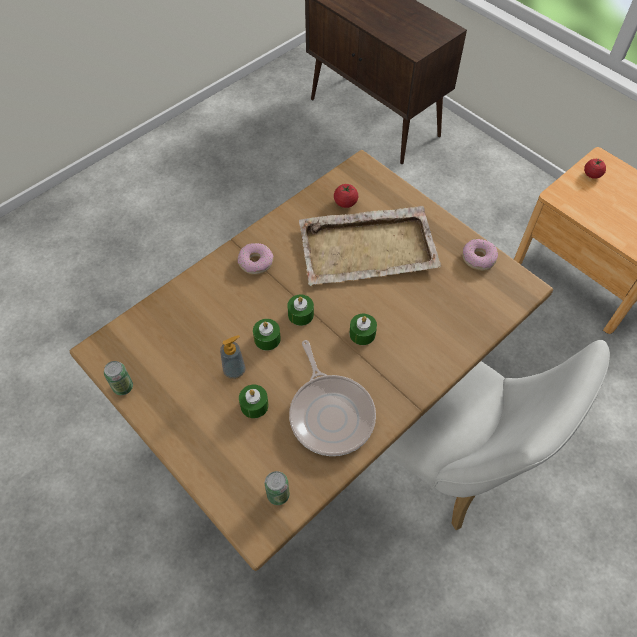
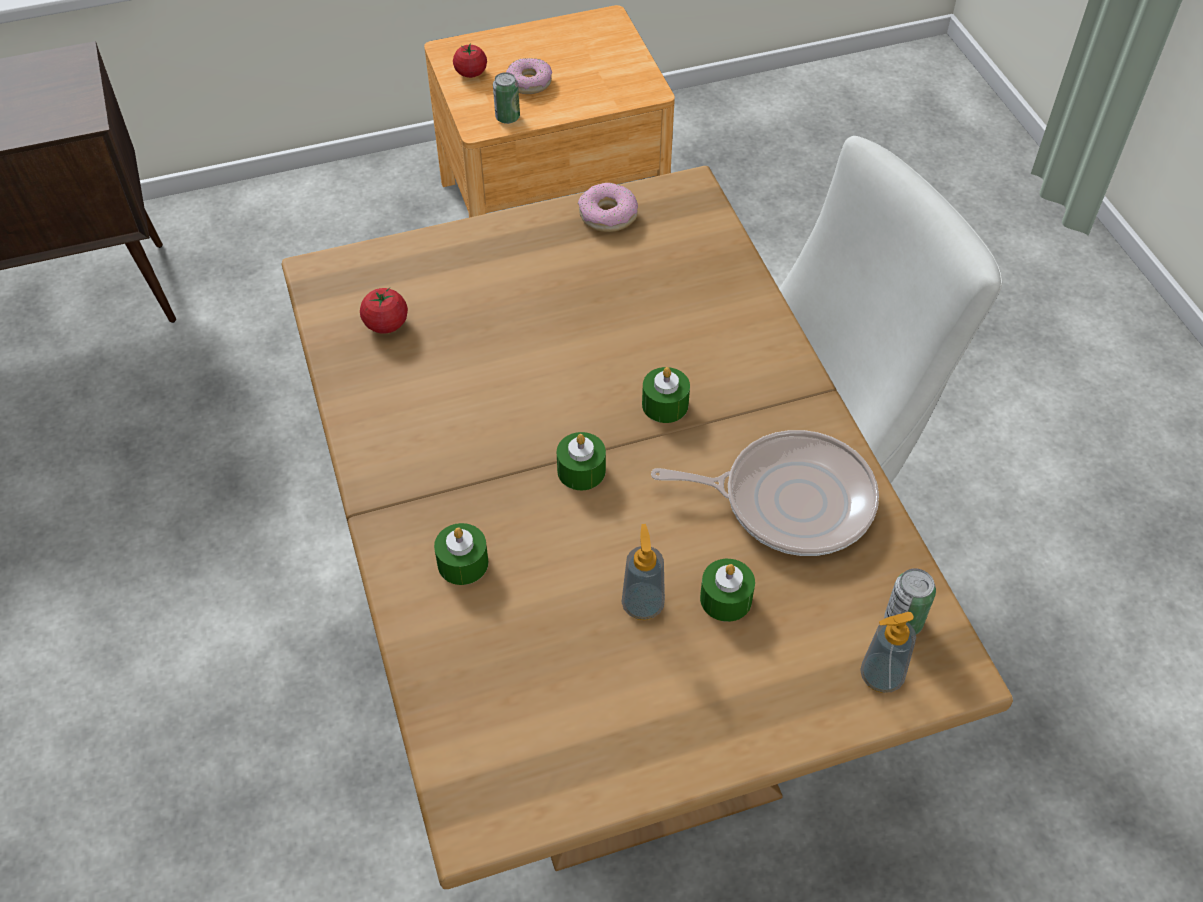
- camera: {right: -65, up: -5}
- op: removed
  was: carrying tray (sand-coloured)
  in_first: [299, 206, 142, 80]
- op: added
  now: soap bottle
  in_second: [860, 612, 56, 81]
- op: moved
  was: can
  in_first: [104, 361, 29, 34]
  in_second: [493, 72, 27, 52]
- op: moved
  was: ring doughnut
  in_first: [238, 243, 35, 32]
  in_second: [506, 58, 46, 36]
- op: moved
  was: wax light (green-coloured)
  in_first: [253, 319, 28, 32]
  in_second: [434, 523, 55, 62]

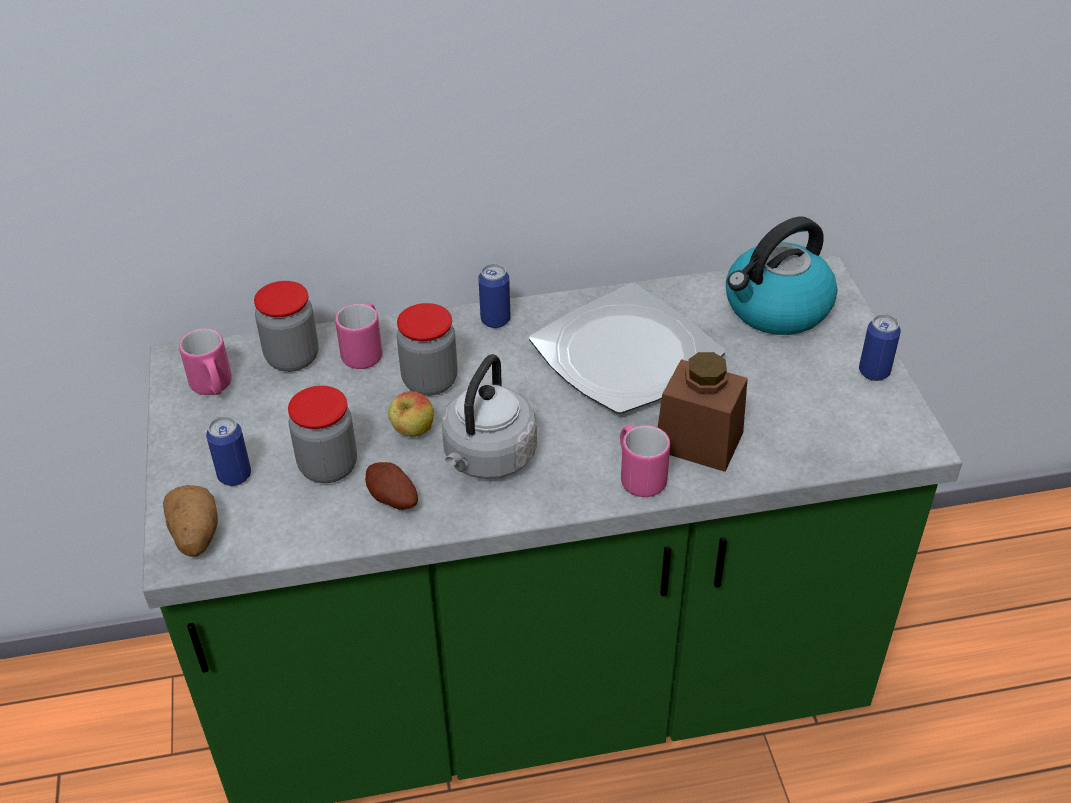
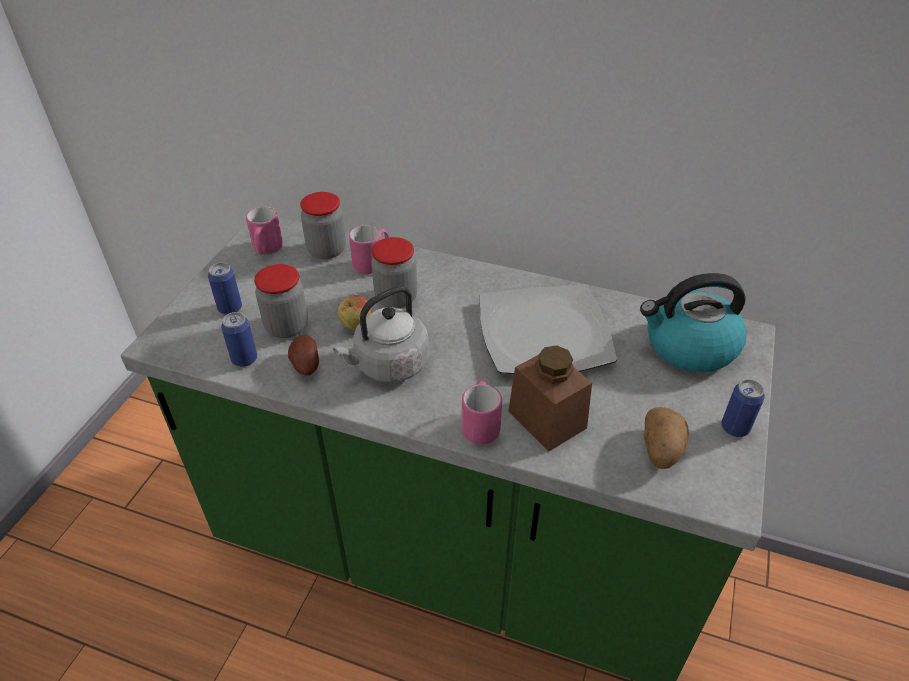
- camera: {right: 30, up: 0}
- op: moved
  was: whole potato
  in_first: [163, 485, 55, 72]
  in_second: [644, 407, 45, 62]
- op: moved
  was: can
  in_first: [478, 263, 33, 65]
  in_second: [221, 312, 36, 55]

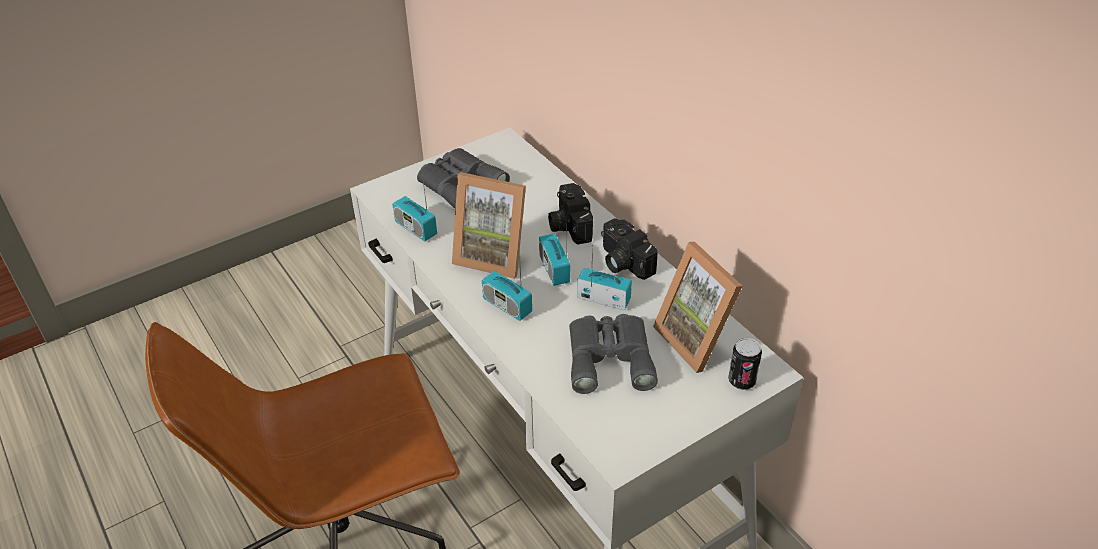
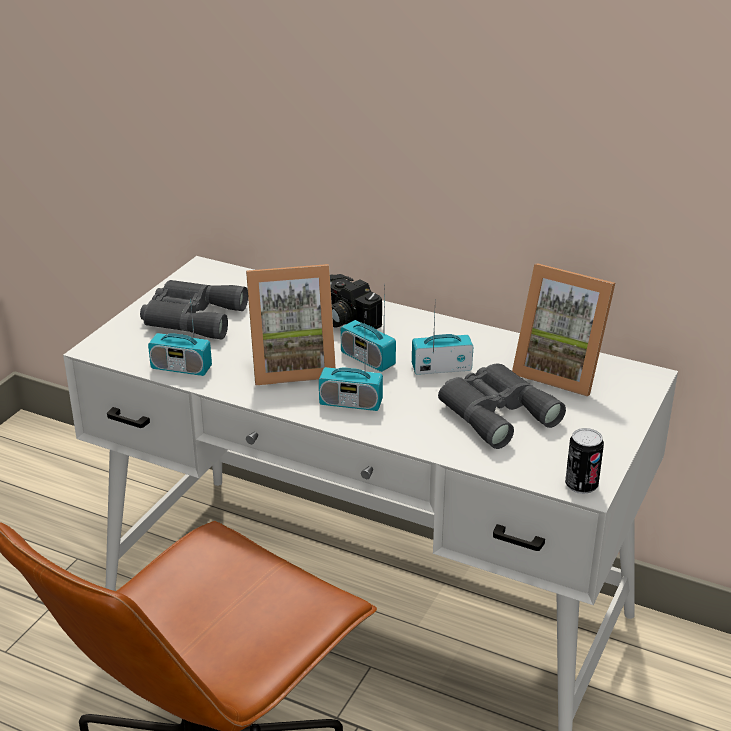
- camera: {right: -30, up: -10}
- op: removed
  was: photo camera
  in_first: [601, 218, 57, 62]
- op: moved
  was: can
  in_first: [728, 338, 34, 52]
  in_second: [565, 428, 39, 66]

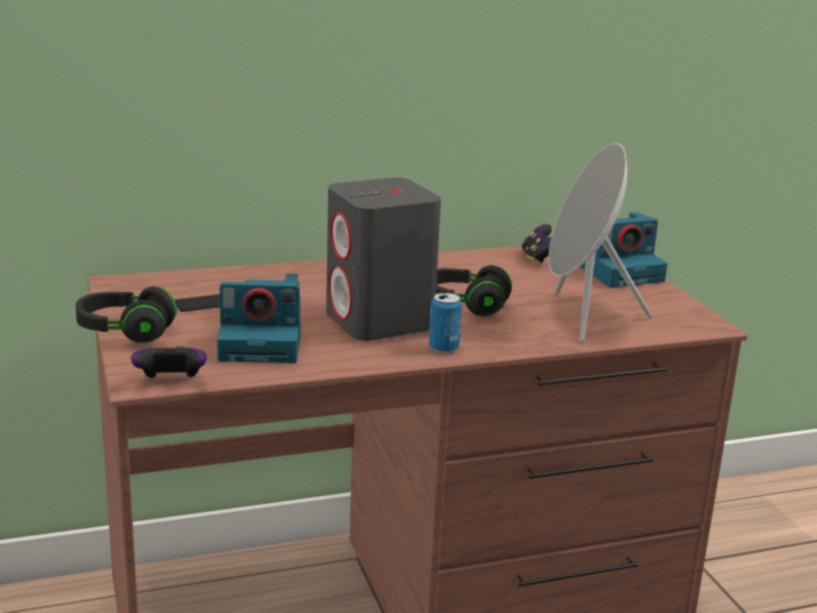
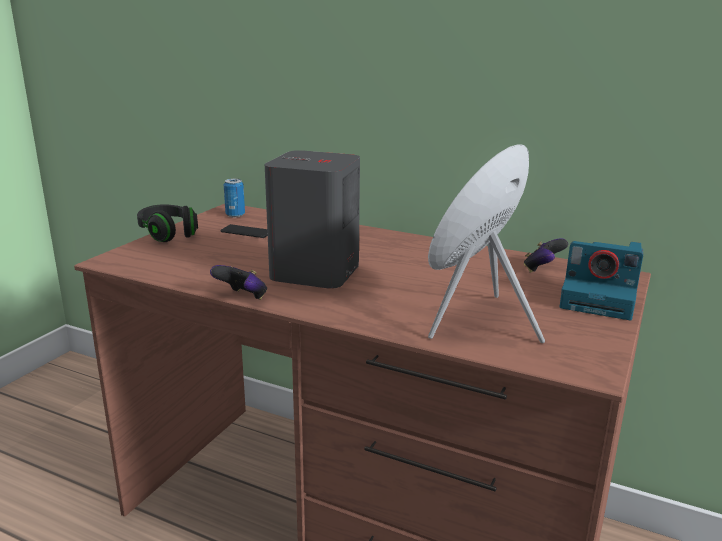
- camera: {right: 45, up: 0}
- op: removed
  was: photo camera
  in_first: [217, 274, 84, 89]
- op: removed
  was: headset (black)
  in_first: [436, 265, 76, 51]
- op: moved
  was: joypad
  in_first: [131, 344, 76, 34]
  in_second: [210, 265, 57, 35]
- op: moved
  was: can
  in_first: [429, 292, 33, 61]
  in_second: [224, 179, 21, 38]

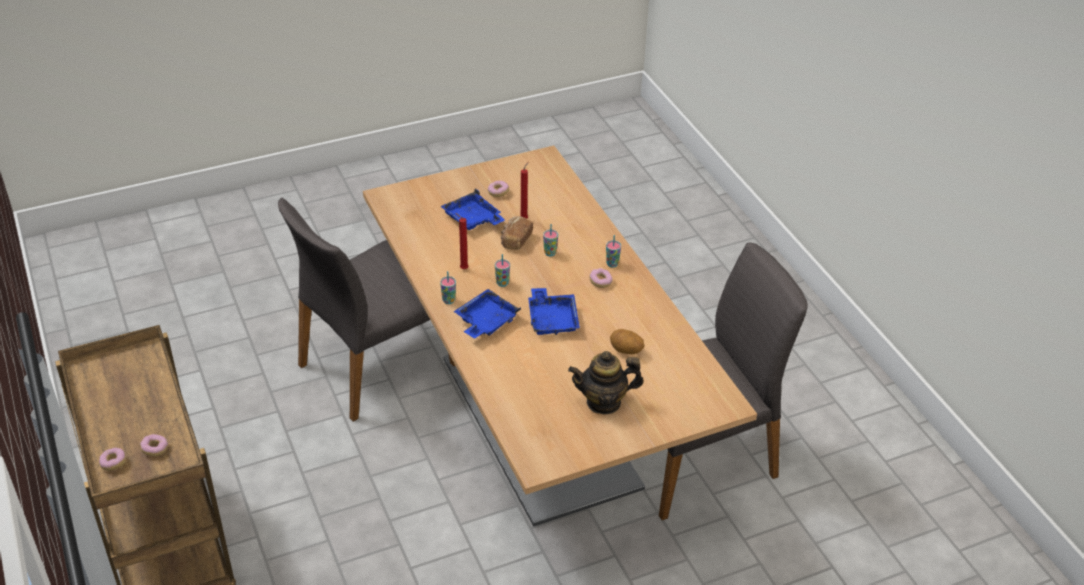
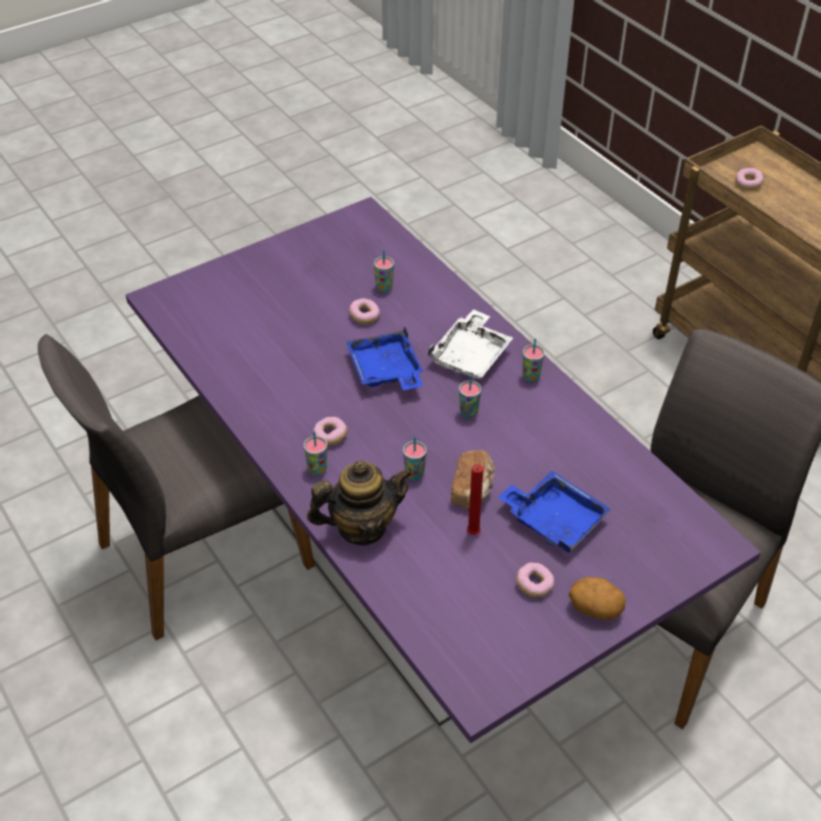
- camera: {right: 170, up: 5}
- op: removed
  was: wax light (red-coloured)
  in_first: [455, 213, 13, 56]
- op: added
  now: small cup
  in_second: [374, 249, 20, 43]
- op: moved
  was: ring doughnut
  in_first: [99, 448, 27, 23]
  in_second: [349, 298, 31, 26]
- op: moved
  was: teapot
  in_first: [568, 351, 76, 64]
  in_second: [307, 460, 106, 86]
- op: moved
  was: whole potato
  in_first: [610, 329, 35, 25]
  in_second: [569, 577, 57, 43]
- op: recoloured
  was: kitchen table (sand-coloured)
  now: kitchen table (purple-coloured)
  in_first: [363, 146, 394, 380]
  in_second: [126, 197, 635, 546]
- op: recoloured
  was: carrying tray (blue-coloured)
  now: carrying tray (whitish)
  in_first: [454, 289, 67, 50]
  in_second: [428, 309, 85, 70]

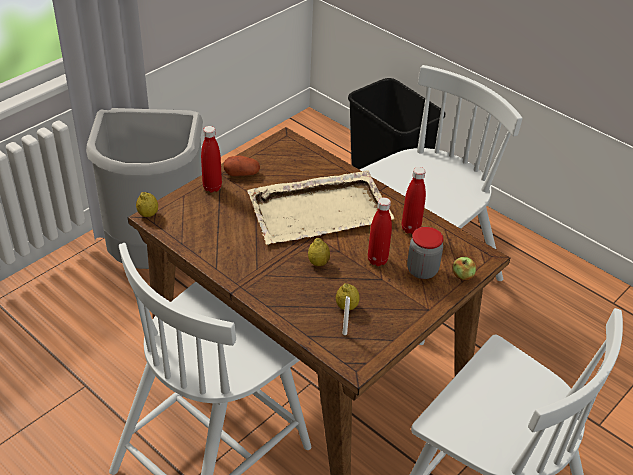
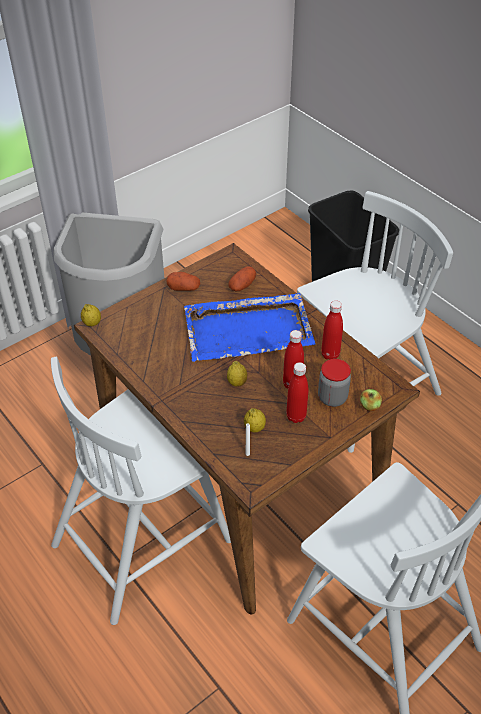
- camera: {right: 10, up: 5}
- op: added
  now: whole potato
  in_second: [229, 266, 27, 25]
- op: moved
  was: drink bottle (red-coloured)
  in_first: [201, 126, 21, 66]
  in_second: [286, 362, 22, 61]
- op: recoloured
  was: carrying tray (sand-coloured)
  now: carrying tray (blue-coloured)
  in_first: [247, 170, 148, 75]
  in_second: [184, 293, 131, 69]

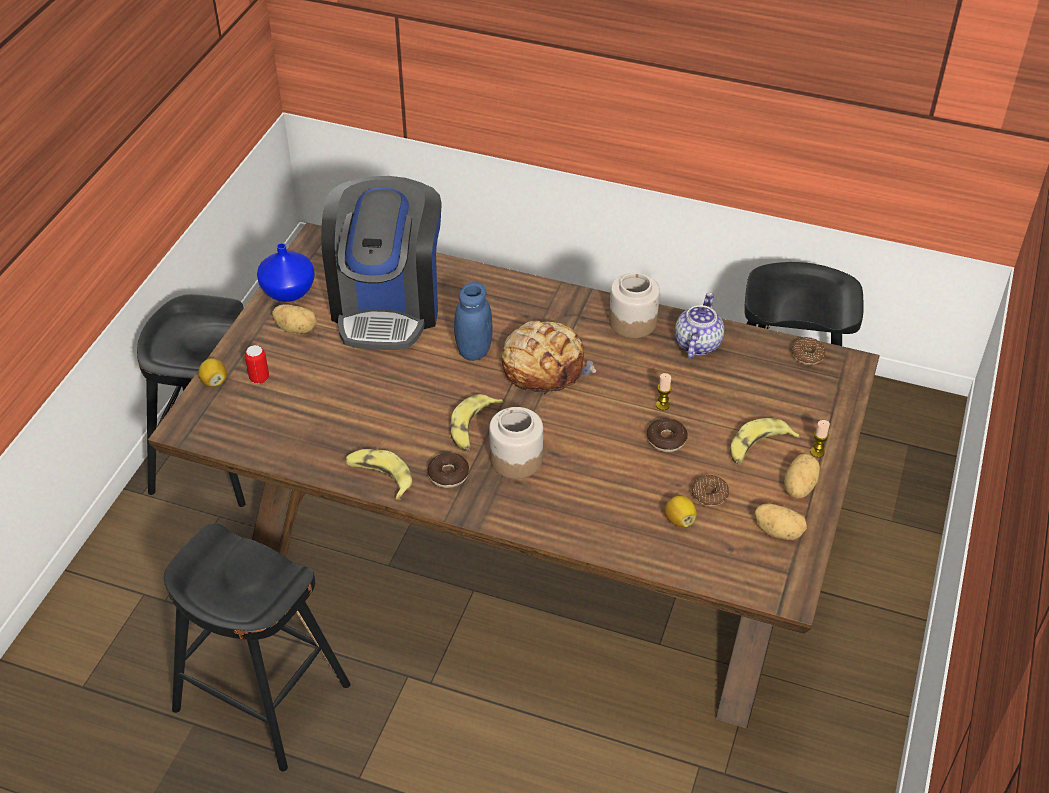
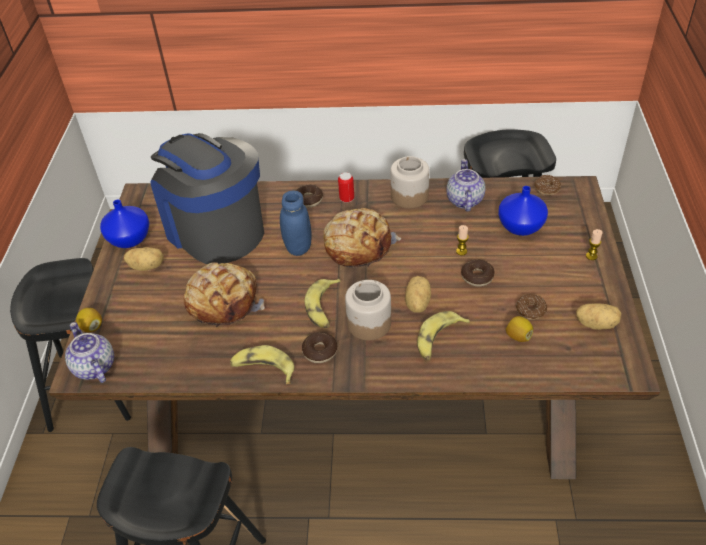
- camera: {right: -15, up: 0}
- op: added
  now: teapot
  in_second: [65, 322, 49, 61]
- op: added
  now: bakery bread
  in_second: [184, 262, 81, 65]
- op: added
  now: ring doughnut
  in_second: [296, 185, 27, 23]
- op: added
  now: decorative vase (blue-coloured)
  in_second: [498, 186, 50, 50]
- op: moved
  was: can
  in_first: [245, 345, 24, 39]
  in_second: [338, 172, 16, 31]
- op: moved
  was: banana fruit
  in_first: [730, 418, 70, 47]
  in_second: [417, 311, 53, 49]
- op: moved
  was: whole potato
  in_first: [784, 454, 36, 44]
  in_second: [405, 276, 26, 37]
- op: turned
  was: coffee machine
  in_first: [321, 176, 121, 174]
  in_second: [150, 133, 114, 131]
  clockwise: 150

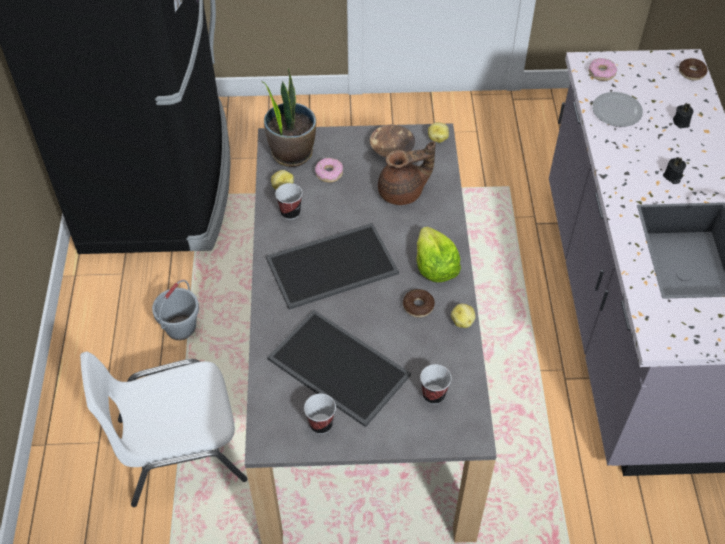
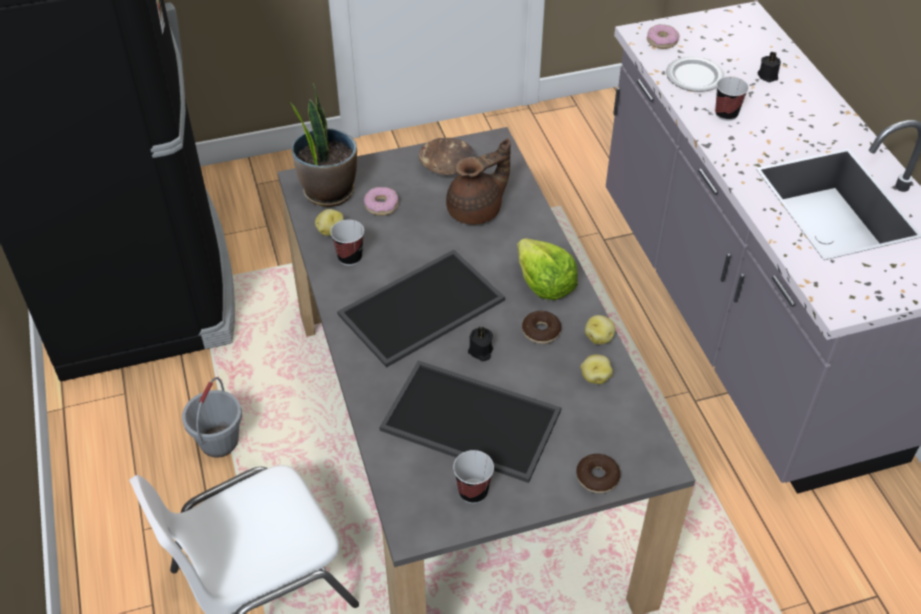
- camera: {right: -15, up: -5}
- op: moved
  was: small cup
  in_first: [420, 364, 31, 40]
  in_second: [715, 77, 34, 44]
- op: moved
  was: whole potato
  in_first: [428, 122, 21, 21]
  in_second: [580, 354, 33, 30]
- op: moved
  was: wax light (black)
  in_first: [663, 157, 23, 27]
  in_second: [468, 327, 25, 34]
- op: moved
  was: ring doughnut
  in_first: [679, 58, 29, 23]
  in_second: [576, 454, 45, 39]

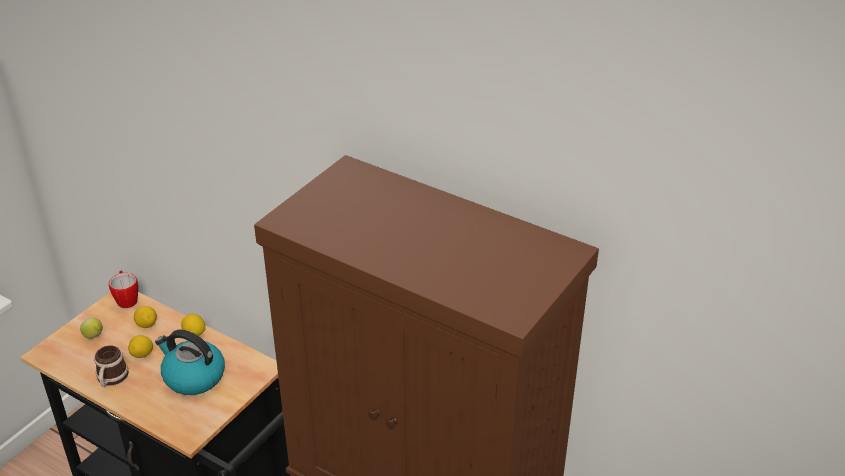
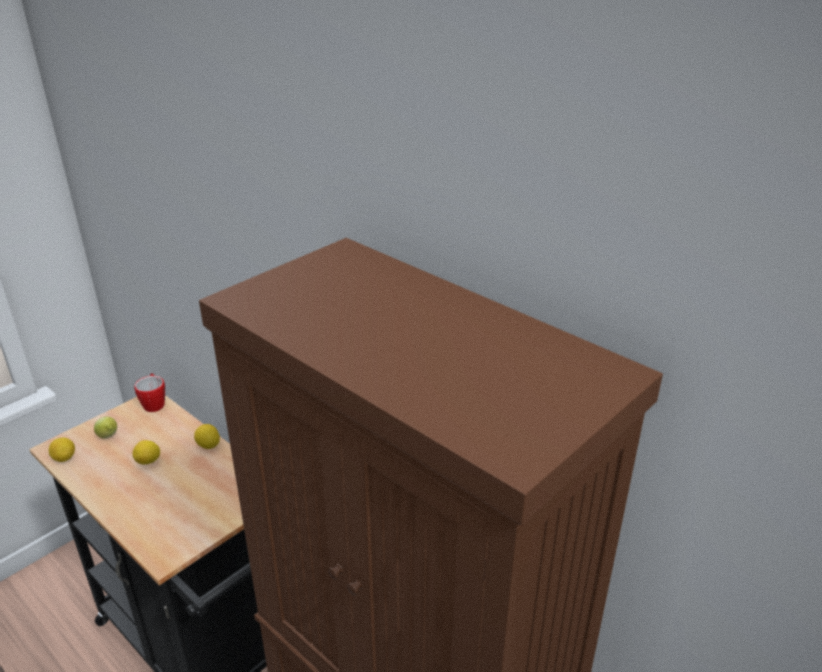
- camera: {right: 10, up: -5}
- op: removed
  was: mug
  in_first: [94, 346, 35, 41]
- op: removed
  was: water kettle
  in_first: [155, 330, 70, 65]
- op: moved
  was: lemon
  in_first: [134, 306, 23, 22]
  in_second: [49, 437, 26, 25]

